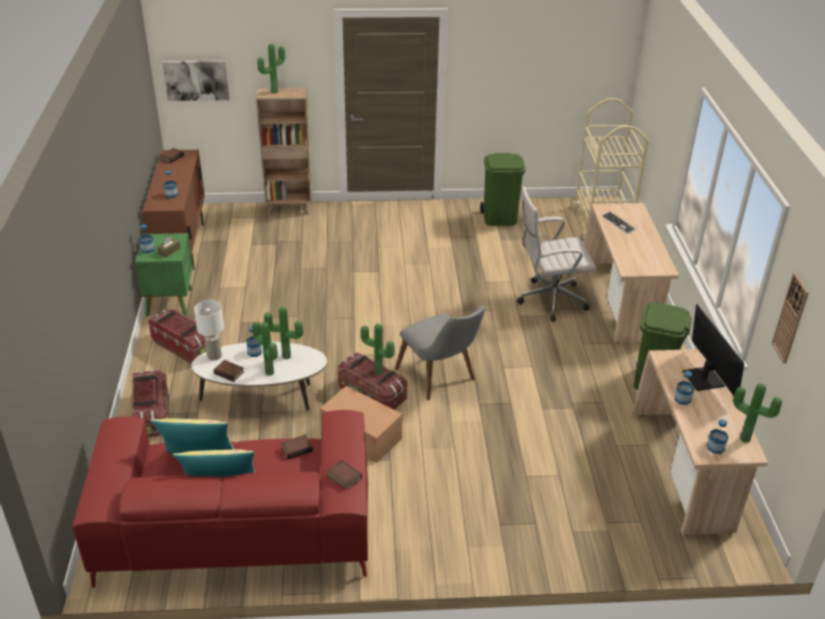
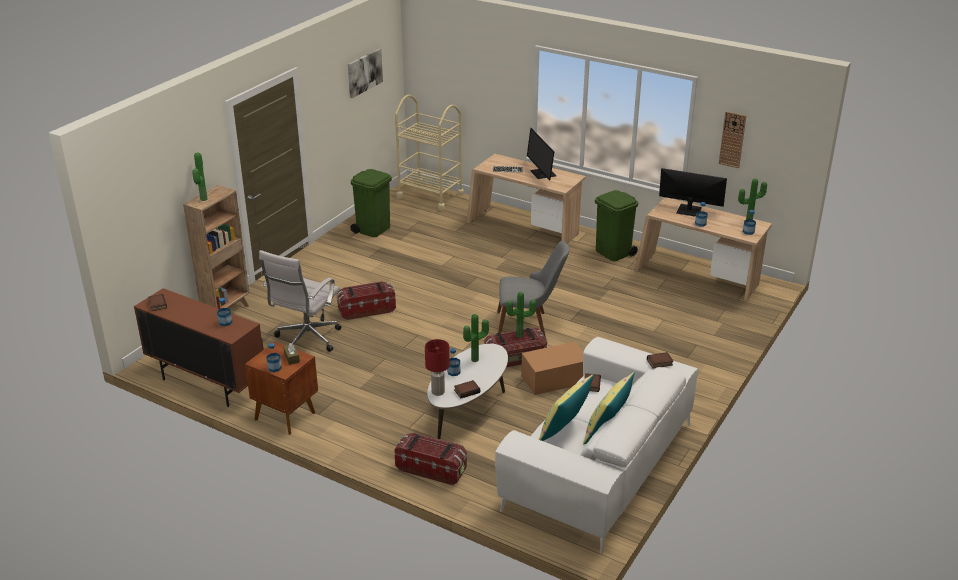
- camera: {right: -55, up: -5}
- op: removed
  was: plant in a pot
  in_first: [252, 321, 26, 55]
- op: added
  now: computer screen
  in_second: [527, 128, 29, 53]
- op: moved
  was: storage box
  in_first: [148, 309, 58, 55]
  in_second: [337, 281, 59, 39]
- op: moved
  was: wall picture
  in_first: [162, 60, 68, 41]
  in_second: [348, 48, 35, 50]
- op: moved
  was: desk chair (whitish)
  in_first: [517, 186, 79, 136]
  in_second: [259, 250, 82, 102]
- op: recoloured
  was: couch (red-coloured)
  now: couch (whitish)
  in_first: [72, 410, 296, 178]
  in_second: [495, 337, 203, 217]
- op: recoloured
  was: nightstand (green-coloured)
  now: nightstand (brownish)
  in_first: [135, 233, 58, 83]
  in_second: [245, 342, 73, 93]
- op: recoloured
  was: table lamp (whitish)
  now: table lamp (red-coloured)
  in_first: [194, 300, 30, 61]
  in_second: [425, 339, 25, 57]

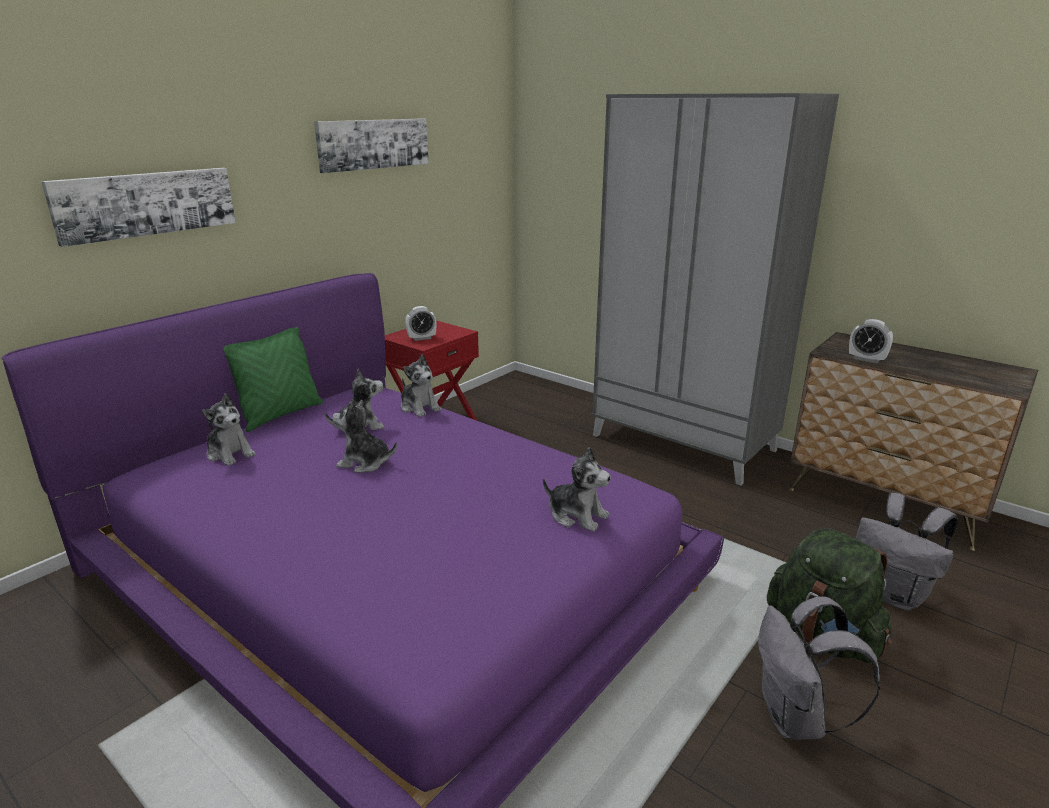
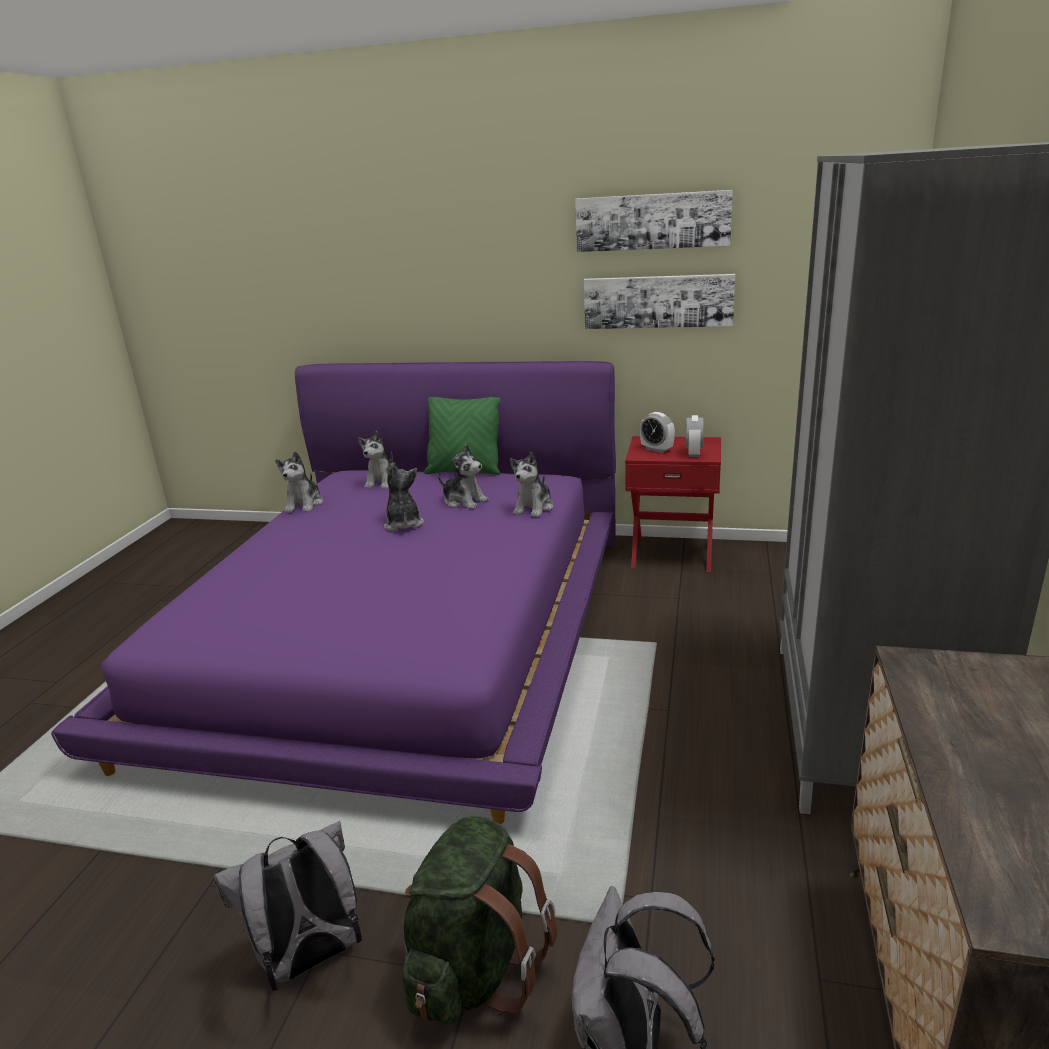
- camera: {right: 65, up: 0}
- op: moved
  was: wall picture
  in_first: [41, 168, 195, 79]
  in_second: [584, 274, 151, 55]
- op: moved
  was: plush toy
  in_first: [543, 447, 68, 85]
  in_second: [275, 451, 48, 61]
- op: moved
  was: alarm clock
  in_first: [849, 319, 44, 44]
  in_second: [686, 415, 18, 42]

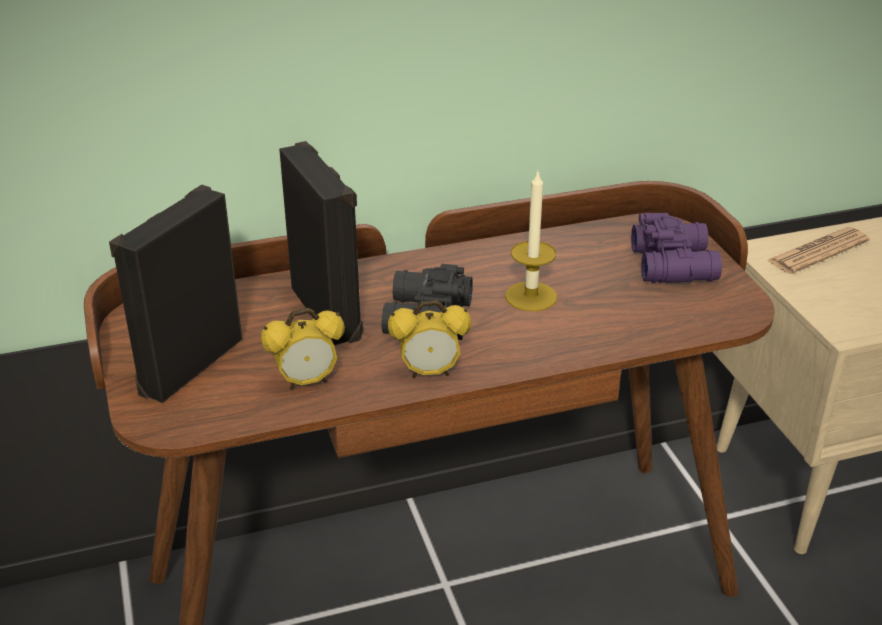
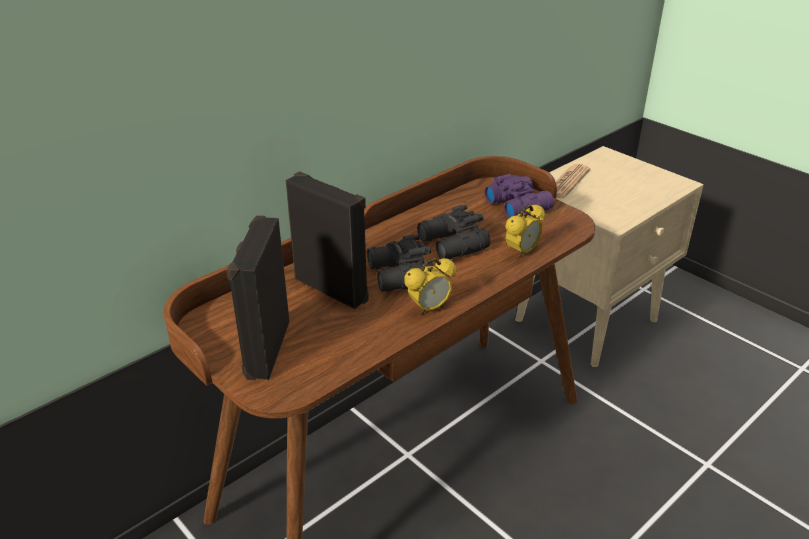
- camera: {right: -25, up: 0}
- op: moved
  was: alarm clock
  in_first: [261, 308, 84, 82]
  in_second: [505, 204, 41, 54]
- op: replaced
  was: wax light
  now: binoculars (black)
  in_first: [505, 172, 52, 139]
  in_second: [417, 205, 73, 54]

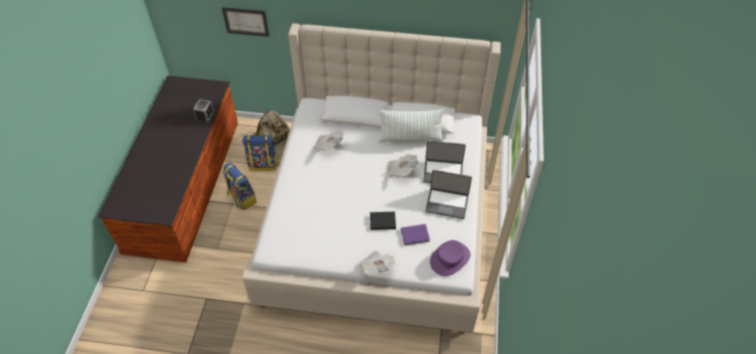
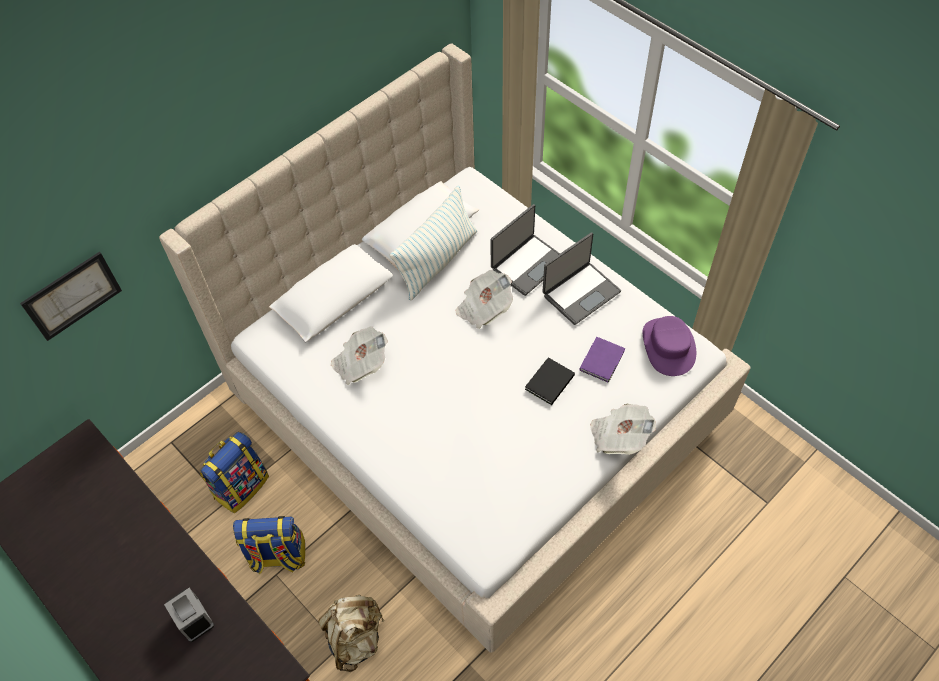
- camera: {right: -50, up: 5}
- op: moved
  was: alarm clock
  in_first: [193, 99, 22, 25]
  in_second: [164, 588, 50, 54]
- op: moved
  was: backpack (sand-coloured)
  in_first: [255, 108, 35, 37]
  in_second: [318, 595, 66, 77]

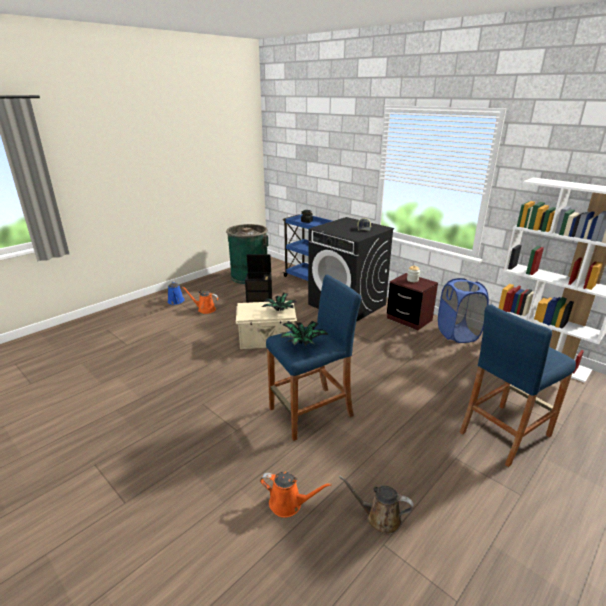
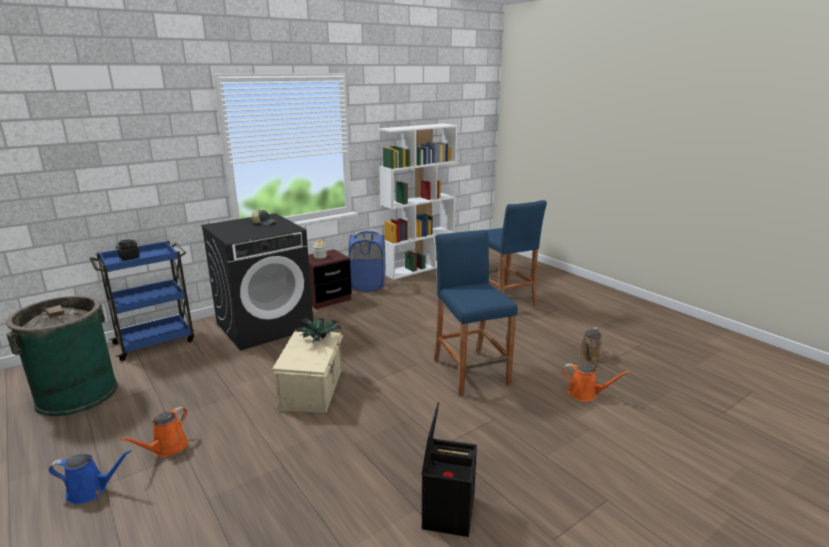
- camera: {right: -80, up: -5}
- op: removed
  was: plant in a pot
  in_first: [281, 321, 48, 25]
- op: moved
  was: storage box (black)
  in_first: [245, 254, 27, 49]
  in_second: [422, 402, 55, 135]
- op: turned
  was: watering can (orange-coloured)
  in_first: [260, 472, 72, 46]
  in_second: [563, 364, 67, 37]
  clockwise: 90

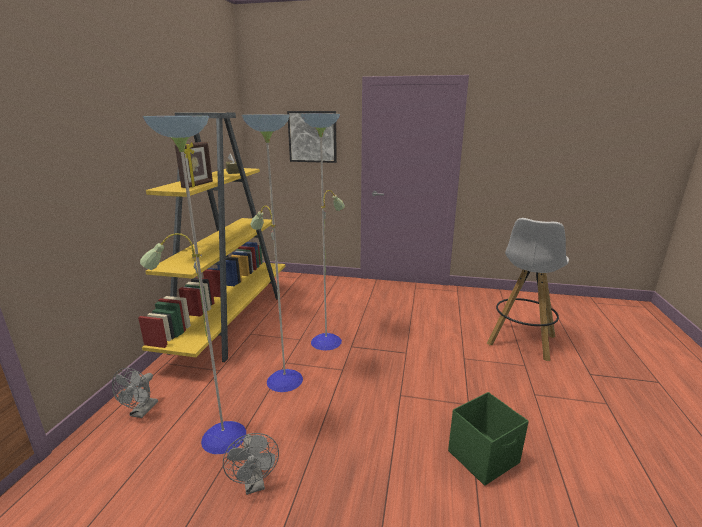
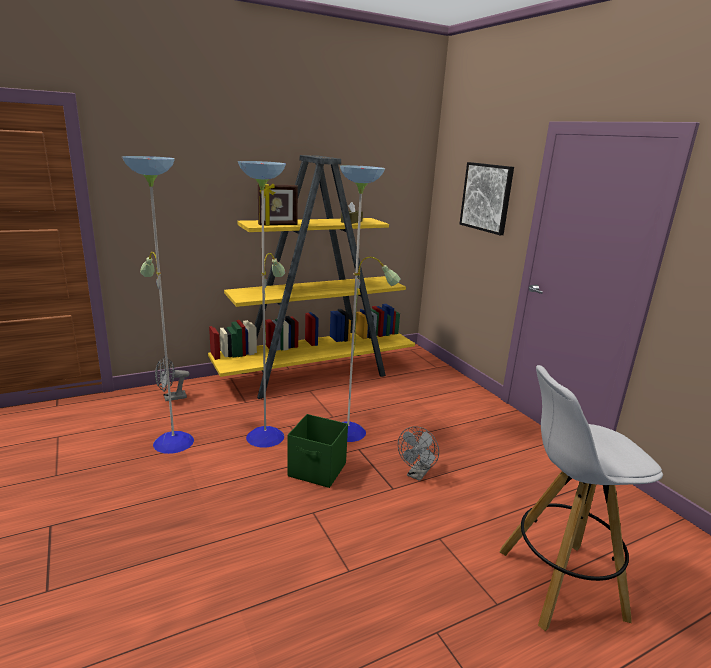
- camera: {right: 50, up: 0}
- op: moved
  was: cooling fan (grey)
  in_first: [223, 433, 56, 62]
  in_second: [398, 426, 41, 55]
- op: moved
  was: storage box (green-coloured)
  in_first: [448, 392, 81, 94]
  in_second: [287, 414, 61, 74]

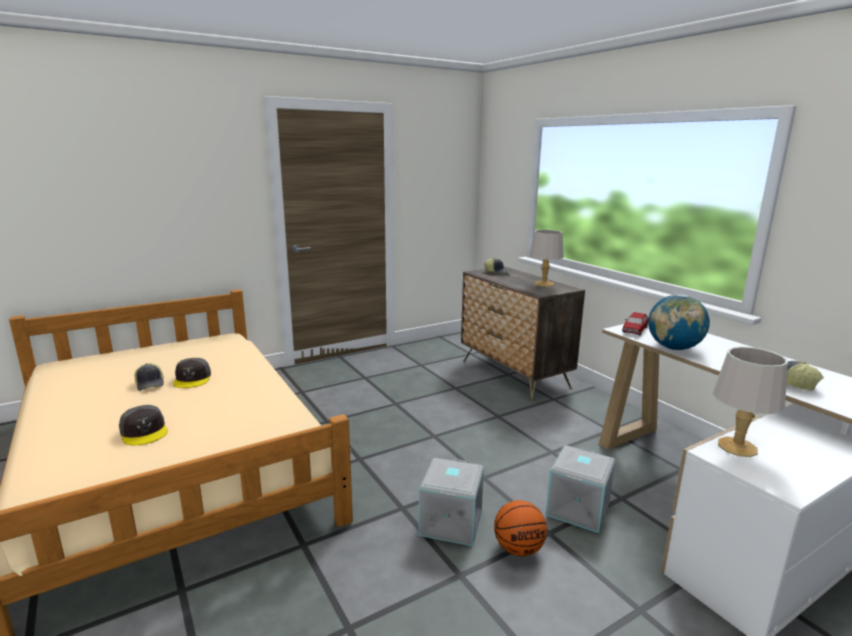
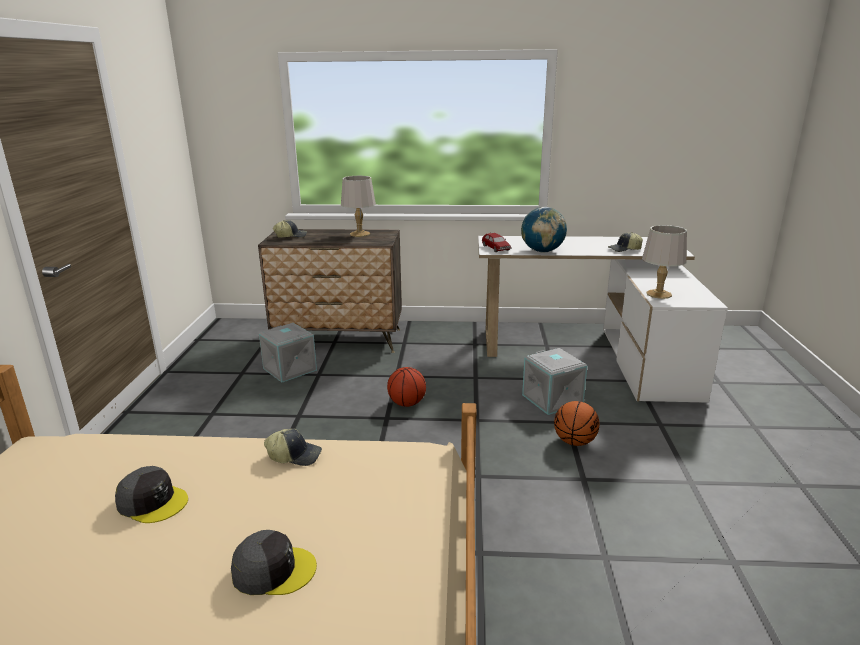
- camera: {right: -55, up: 5}
- op: added
  now: basketball
  in_second: [387, 367, 39, 40]
- op: moved
  was: peaked cap
  in_first: [134, 363, 30, 28]
  in_second: [264, 429, 58, 37]
- op: moved
  was: storage box (grey)
  in_first: [418, 458, 66, 88]
  in_second: [259, 323, 58, 59]

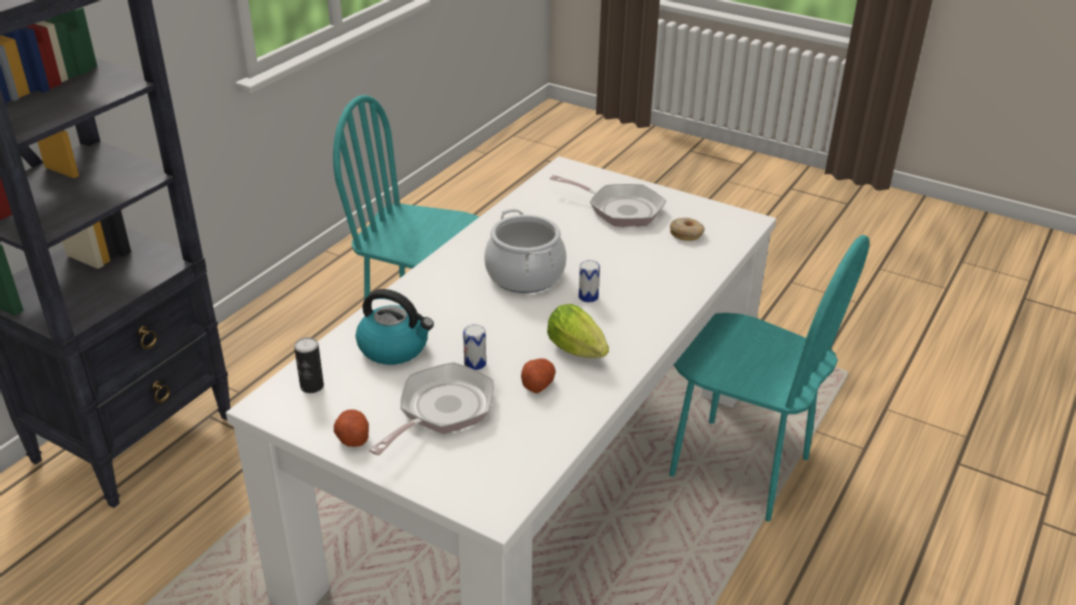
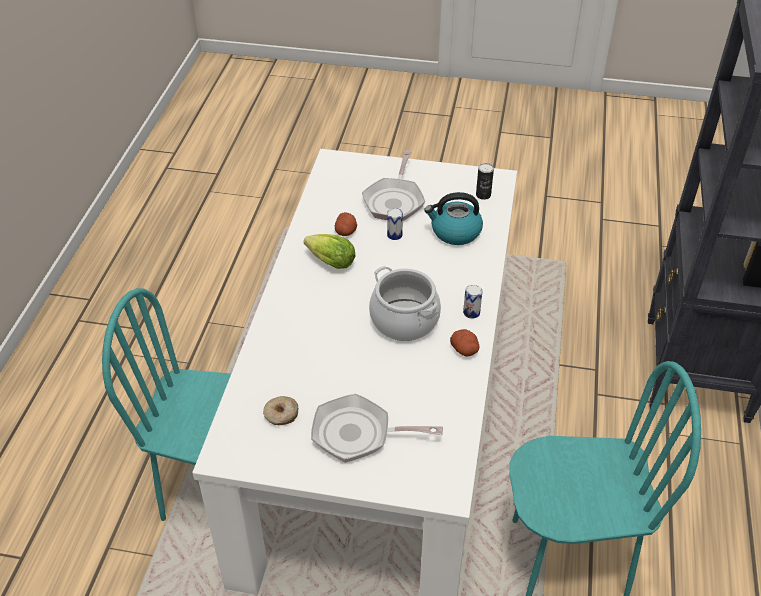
- camera: {right: 160, up: 10}
- op: moved
  was: whole potato
  in_first: [334, 409, 35, 38]
  in_second: [450, 329, 30, 28]
- op: moved
  was: can
  in_first: [579, 260, 21, 42]
  in_second: [463, 285, 19, 34]

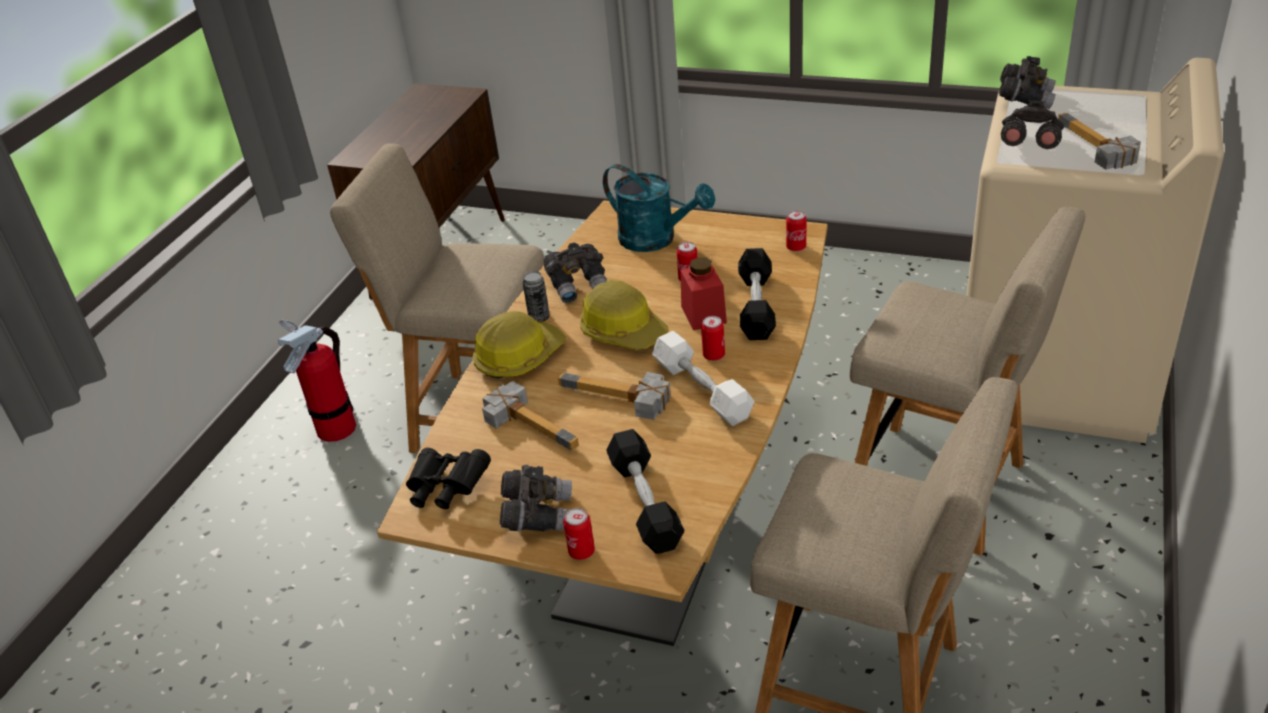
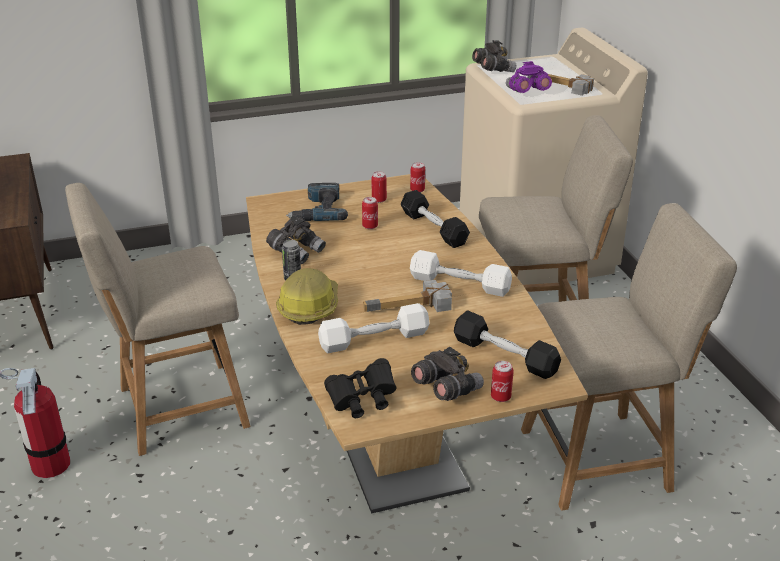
- camera: {right: -40, up: -5}
- op: removed
  was: work helmet
  in_first: [580, 280, 89, 70]
- op: removed
  was: preserve jar (red-coloured)
  in_first: [680, 257, 47, 74]
- op: moved
  was: can
  in_first: [701, 316, 24, 45]
  in_second: [371, 172, 16, 31]
- op: replaced
  was: hammer
  now: free weight (whitish)
  in_first: [482, 381, 97, 69]
  in_second: [318, 303, 112, 50]
- op: replaced
  was: watering can (turquoise)
  now: drill
  in_first: [603, 164, 112, 88]
  in_second: [286, 183, 62, 38]
- op: recoloured
  was: binoculars (grey)
  now: binoculars (purple-coloured)
  in_first: [1001, 100, 63, 49]
  in_second: [506, 61, 46, 32]

